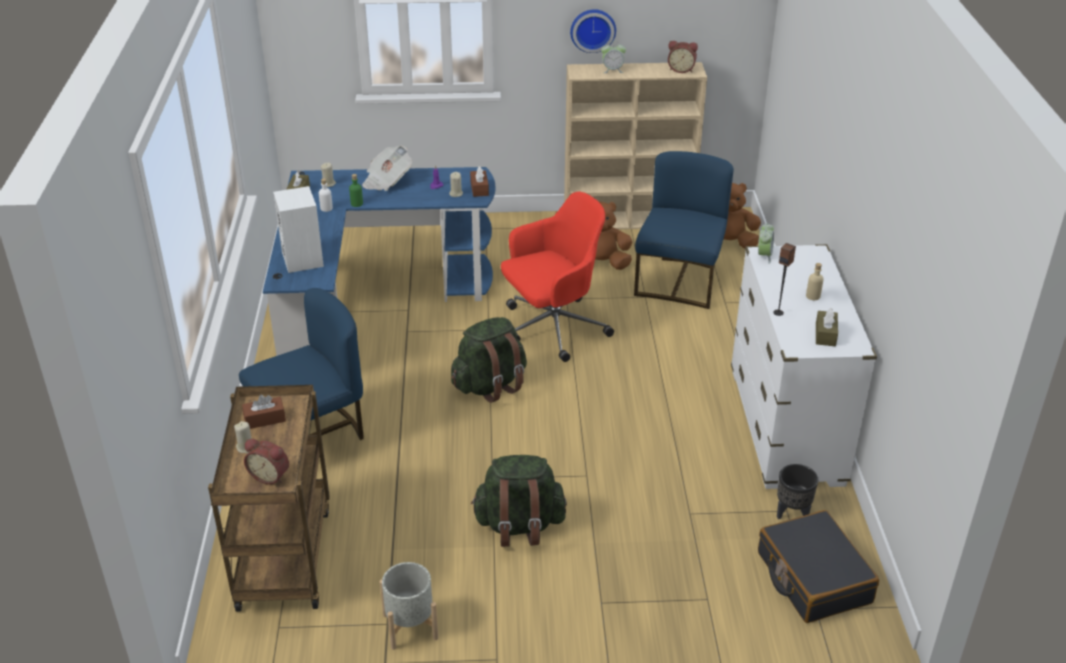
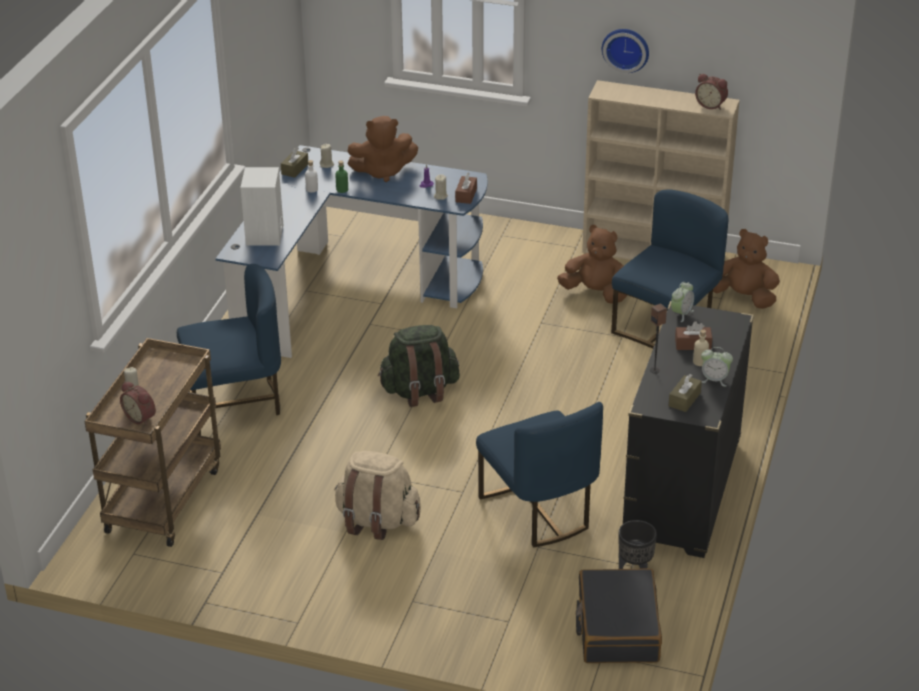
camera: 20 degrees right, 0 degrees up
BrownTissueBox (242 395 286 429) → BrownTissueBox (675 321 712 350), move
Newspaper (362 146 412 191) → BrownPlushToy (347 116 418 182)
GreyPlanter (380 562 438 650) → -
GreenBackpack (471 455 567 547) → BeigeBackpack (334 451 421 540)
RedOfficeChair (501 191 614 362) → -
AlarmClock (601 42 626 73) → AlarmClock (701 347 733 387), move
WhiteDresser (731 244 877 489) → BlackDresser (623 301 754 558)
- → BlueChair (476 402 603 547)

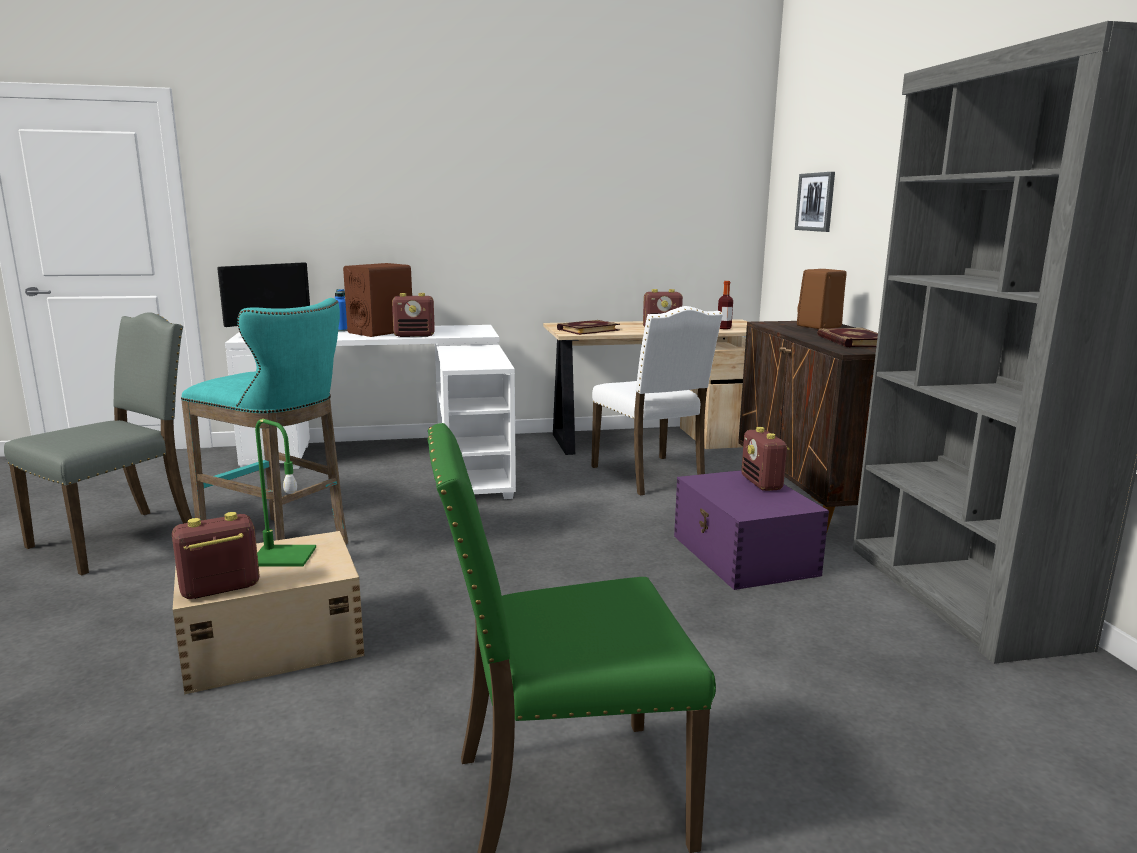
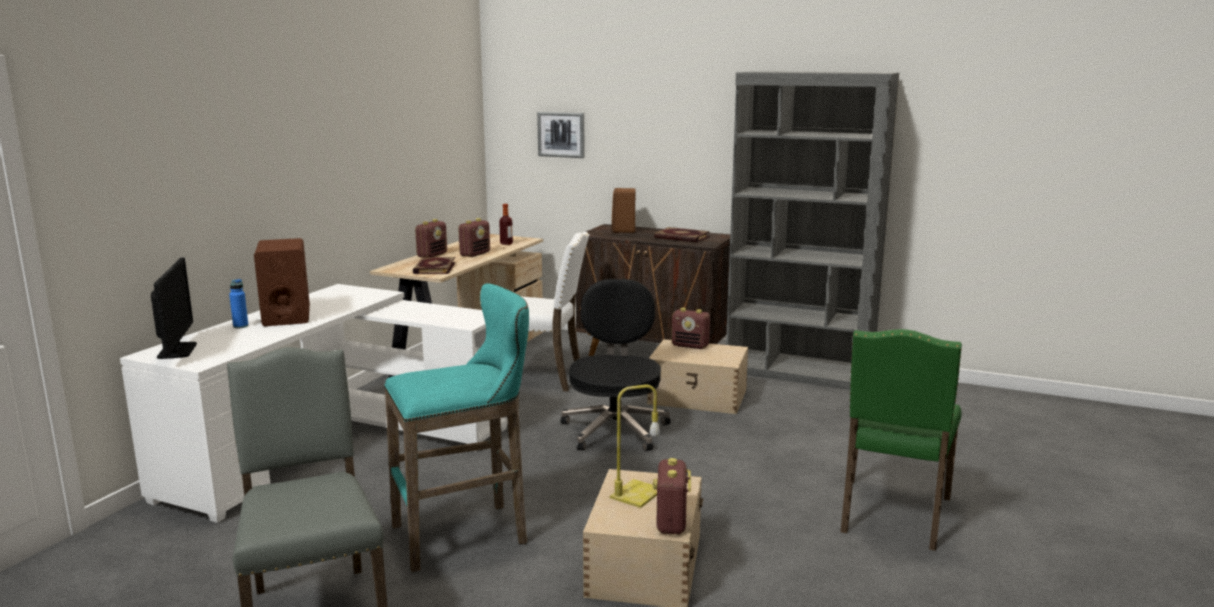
camera: 55 degrees left, 0 degrees up
GreenTableLamp (255 419 316 567) → YellowTableLamp (610 385 660 508)
Radio (392 293 435 337) → Radio (415 219 447 258), move
PurpleStorageBox (674 470 829 590) → BeigeStorageBox (647 339 748 414)
- → BlackOfficeChair (560 279 671 452)

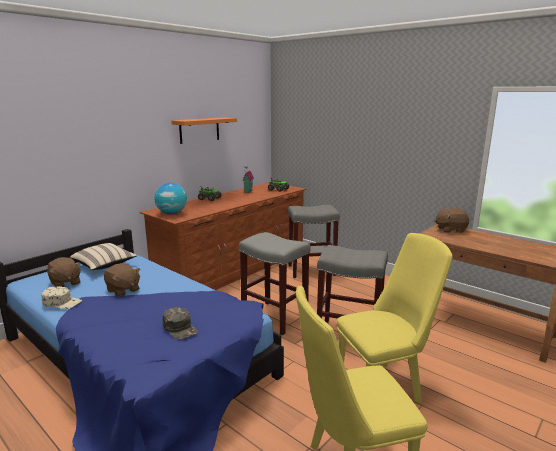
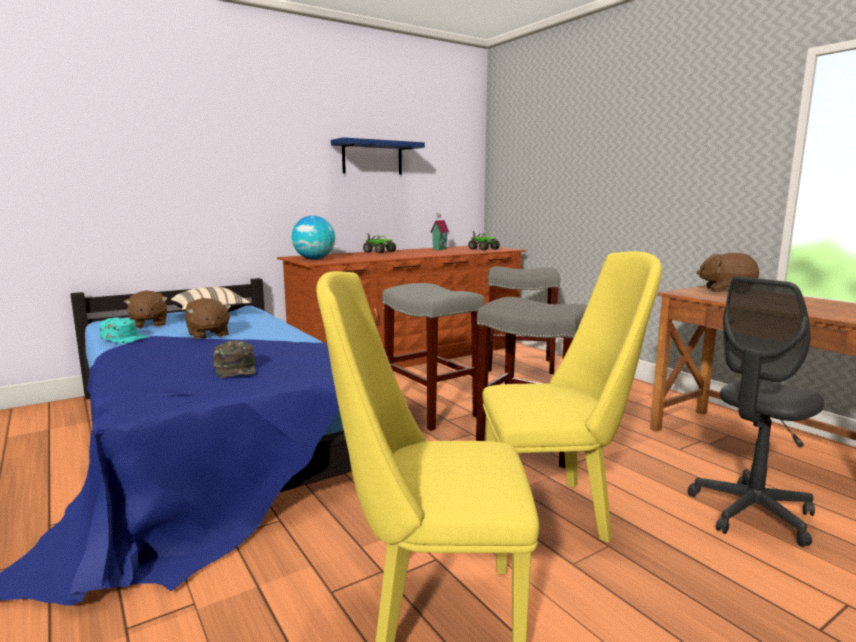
camera: 15 degrees right, 5 degrees down
BeigeCap (41 286 82 309) → TurquoiseCap (100 317 149 343)
OrangeShelf (171 117 237 144) → BlueShelf (331 137 425 175)
- → GreyOfficeChair (688 276 824 547)

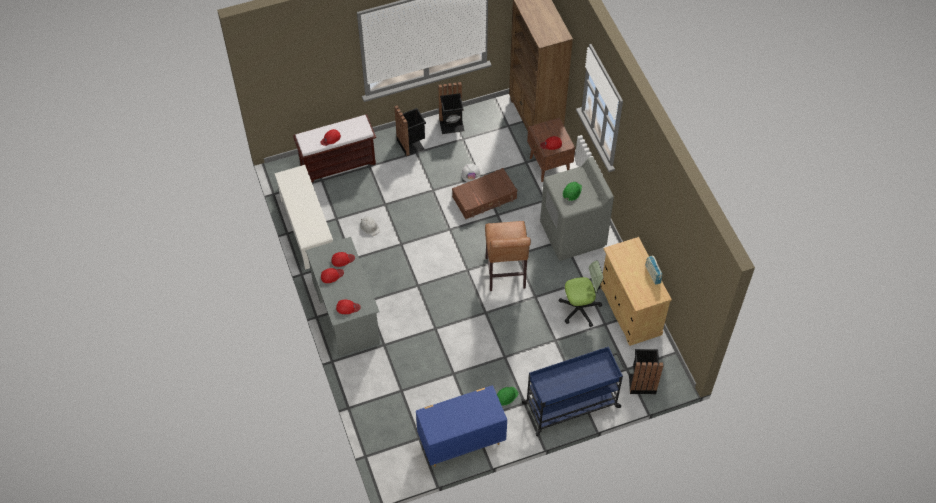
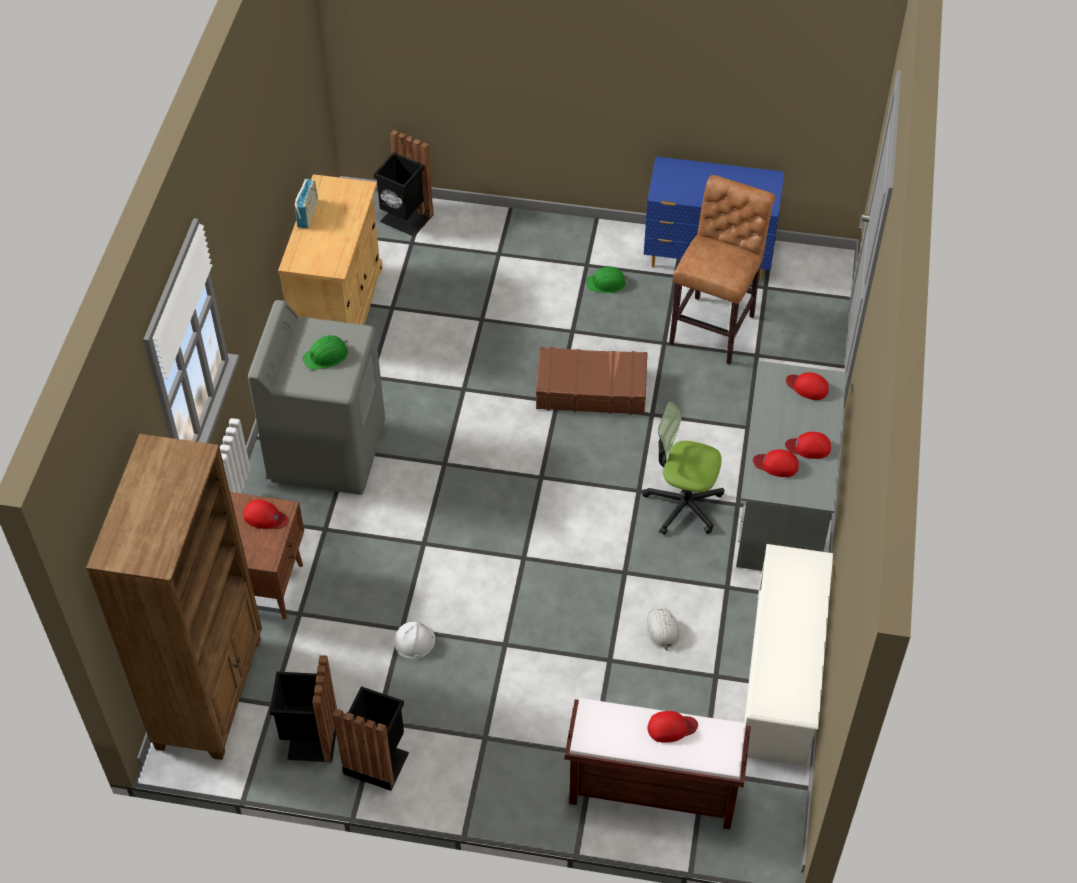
camera: 150 degrees left, 5 degrees down
BlackTrashCan (394 105 426 156) → BlackTrashCan (270 655 337 762), move
BrownSuitcase (452 168 517 219) → BrownSuitcase (536 347 648 415), move
BrownStool (485 221 531 291) → BrownStool (669 175 775 365), move
BlueCart (521 346 626 437) → -
OfficeChair (559 261 604 327) → OfficeChair (642 402 724 535), move

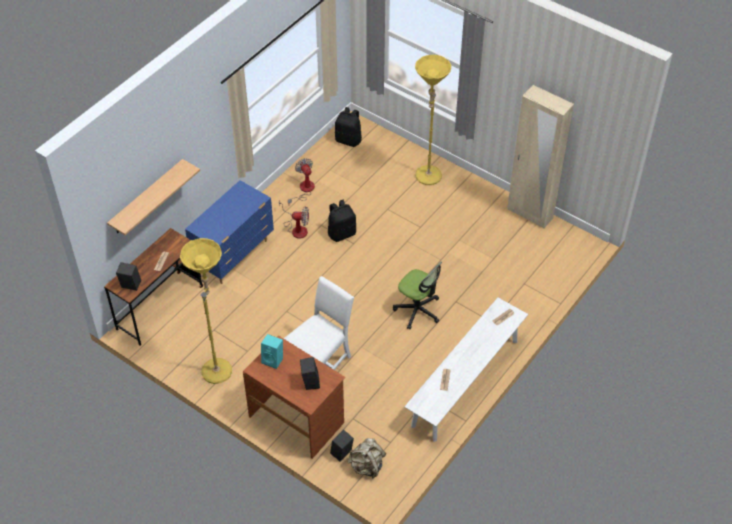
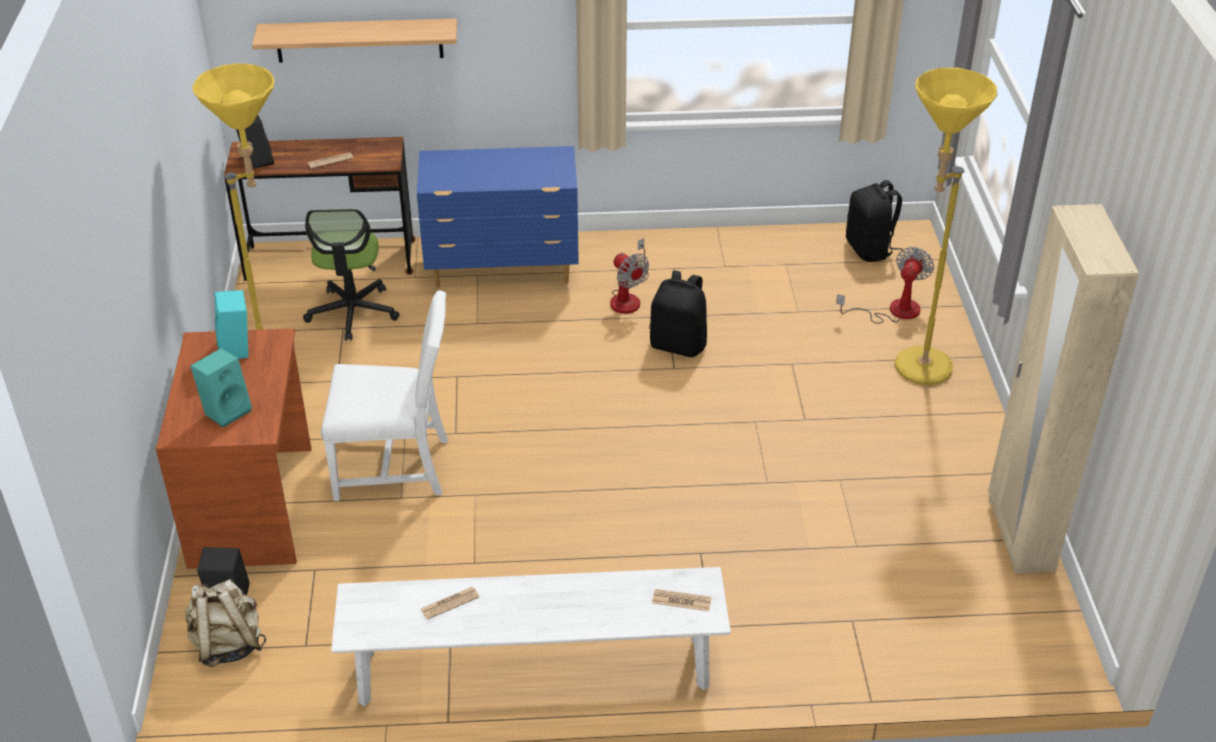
camera: 50 degrees right, 10 degrees down
Fan (288 158 315 204) → Fan (836 247 934 323), move
BlackSpeaker (300 357 320 390) → TurquoiseSpeaker (190 348 252 428)
OfficeChair (393 261 442 329) → OfficeChair (303 209 400 341), move

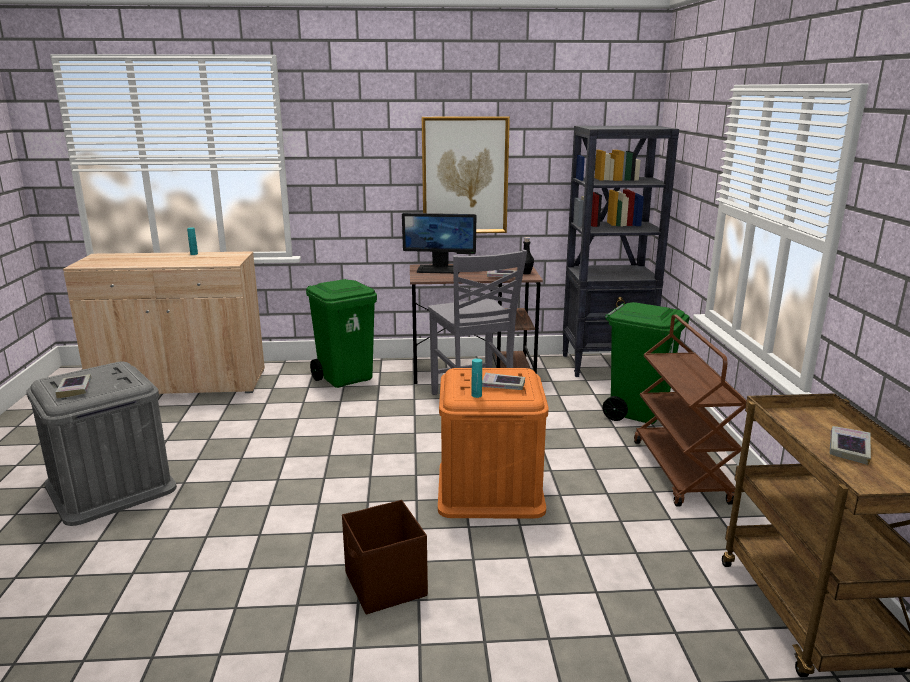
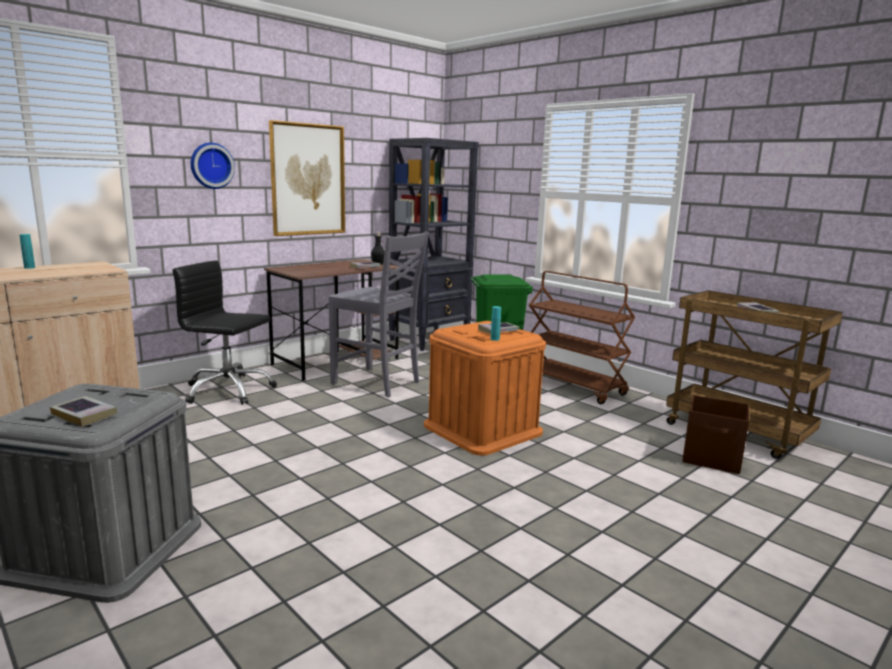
camera: 40 degrees left, 5 degrees down
GreenTrashCan (306 279 377 388) → BlackOfficeChair (172 260 277 405)
BrownStorageBox (342 500 428 614) → BrownStorageBox (682 395 749 474), move
Monitor (402 213 476 274) → -
- → WallClock (191 143 235 189)

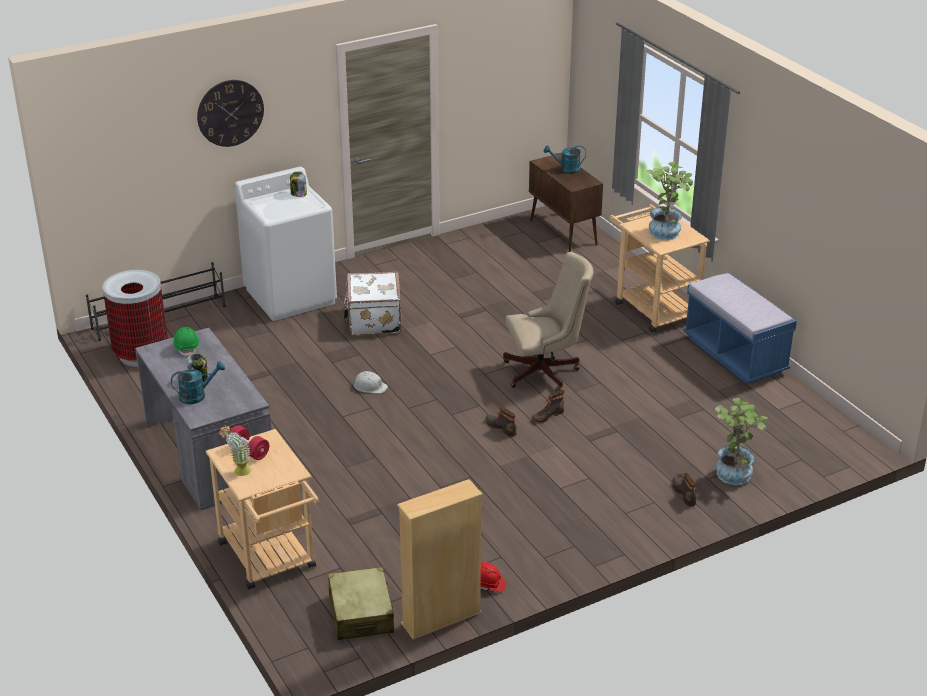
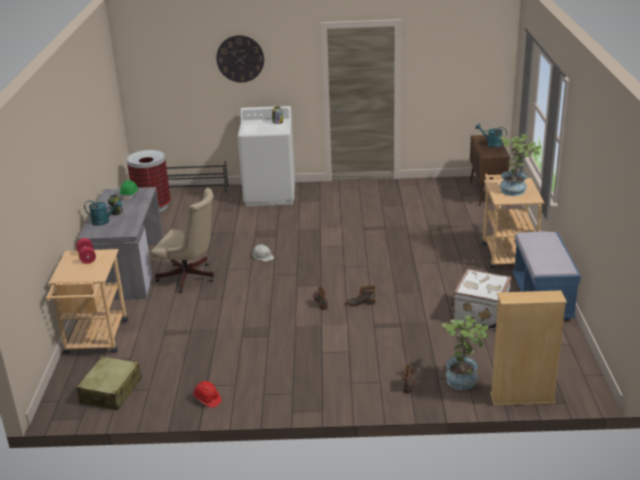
camera: 30 degrees right, 5 degrees down
PottedPlant (219 425 251 476) → -
WhiteSuitcase (344 272 402 336) → WhiteSuitcase (451 269 511 330), move
BeigeBookcase (397 479 483 640) → BeigeBookcase (490 290 567 406), move
BeigeOfficeChair (503 252 593 391) → BeigeOfficeChair (151 188 214 293), move

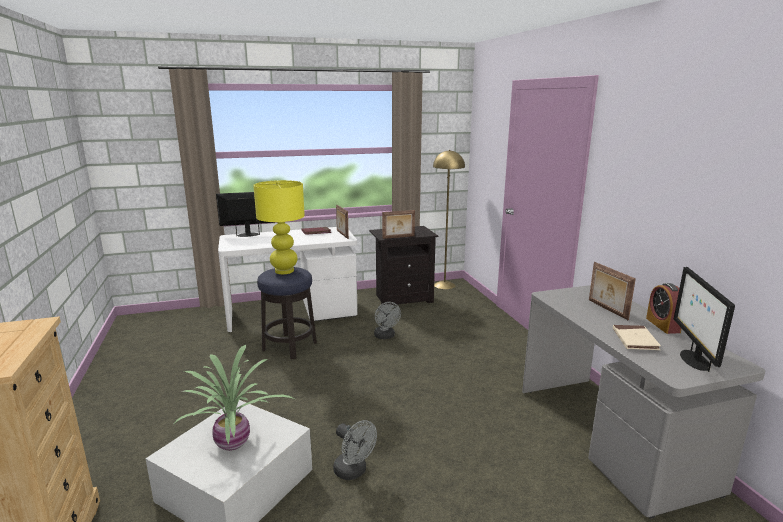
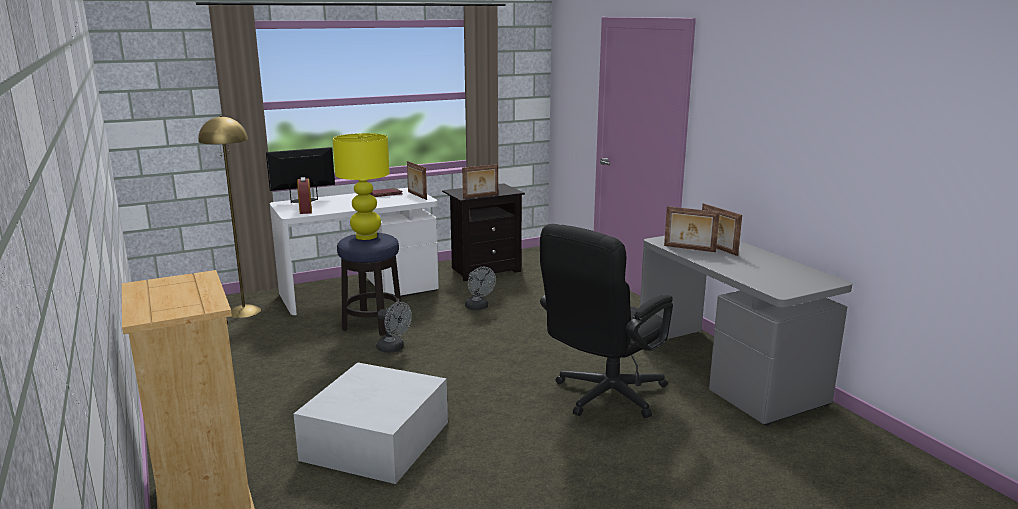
camera: 10 degrees left, 0 degrees up
PottedPlant (175 345 294 451) → -
GreyFan (333 420 377 480) → GreyFan (376 302 412 353), move
YellowFloorLamp (433 150 465 289) → YellowFloorLamp (198 115 261 318), move
BeigeBook (613 325 661 350) → -
AlarmClock (646 283 682 334) → AlarmClock (297 177 312 214), move
Monitor (674 267 735 372) → -
- → BlackOfficeChair (540 224 673 418)
- → PictureFrame (664 206 720 252)

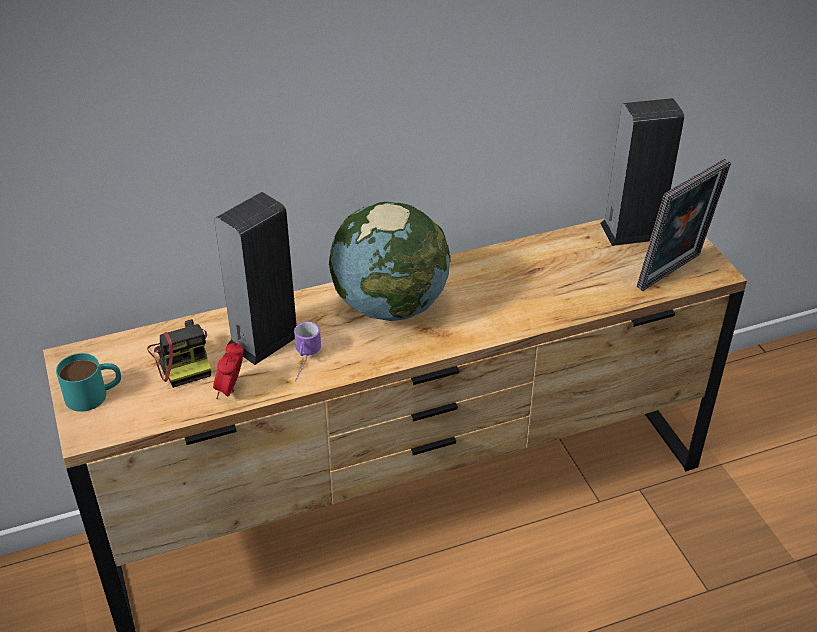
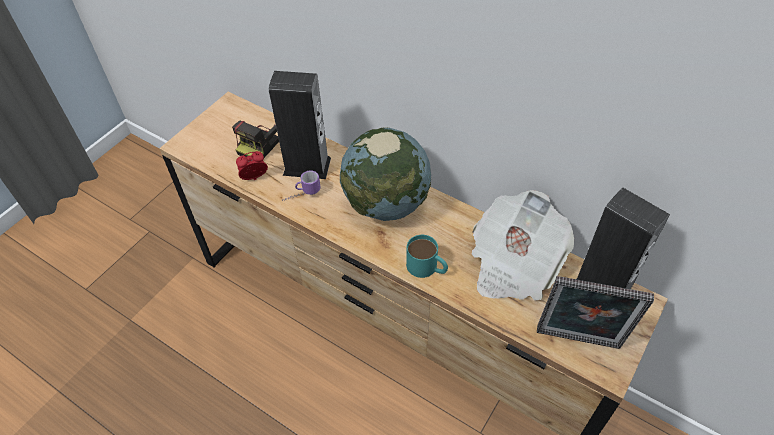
camera: 55 degrees right, 10 degrees up
TurquoiseMug (56 353 121 412) → TurquoiseMug (406 235 448 278), move
- → Newspaper (471 190 574 301)

